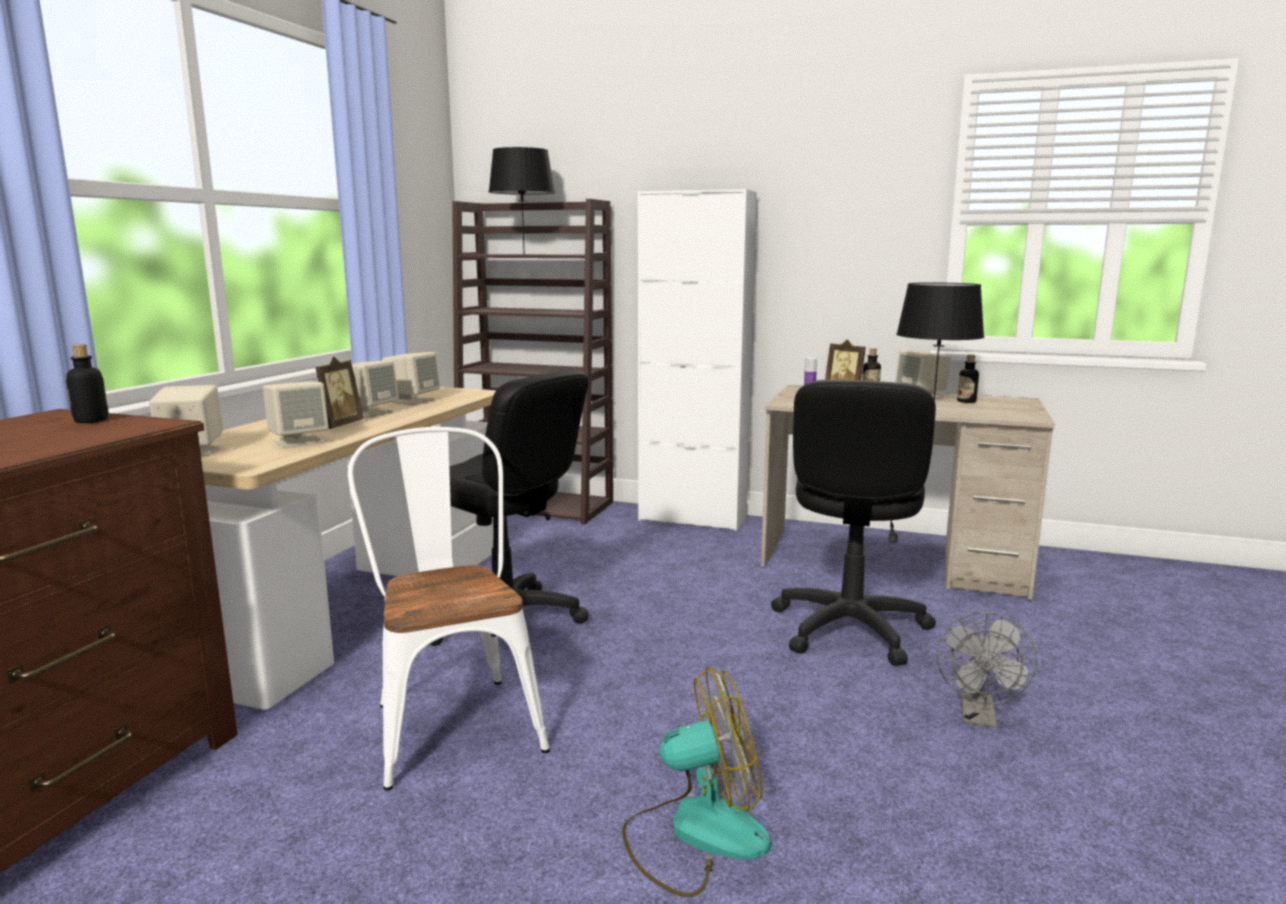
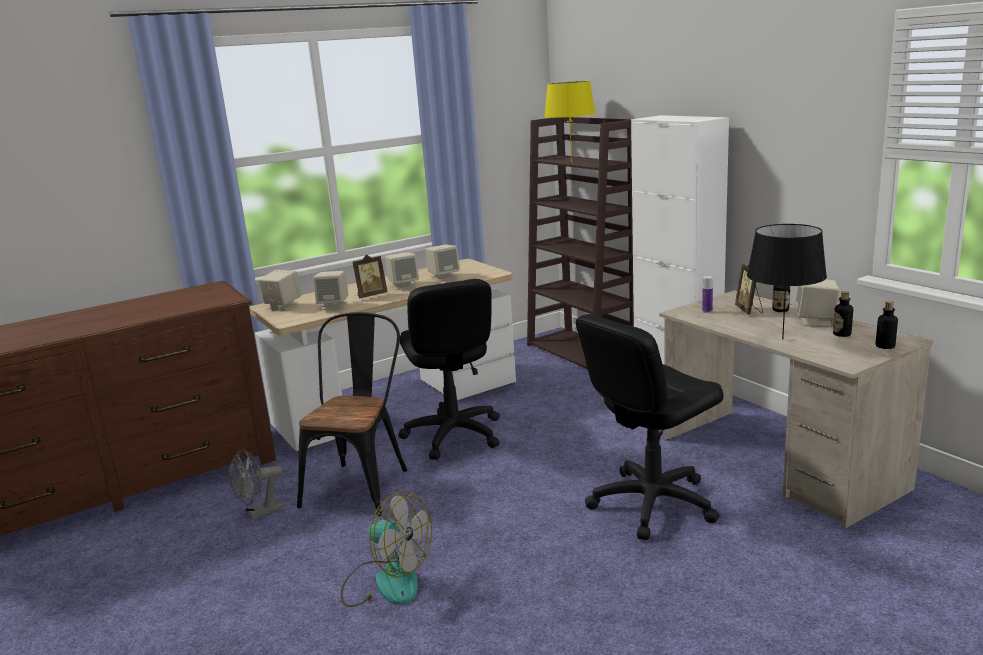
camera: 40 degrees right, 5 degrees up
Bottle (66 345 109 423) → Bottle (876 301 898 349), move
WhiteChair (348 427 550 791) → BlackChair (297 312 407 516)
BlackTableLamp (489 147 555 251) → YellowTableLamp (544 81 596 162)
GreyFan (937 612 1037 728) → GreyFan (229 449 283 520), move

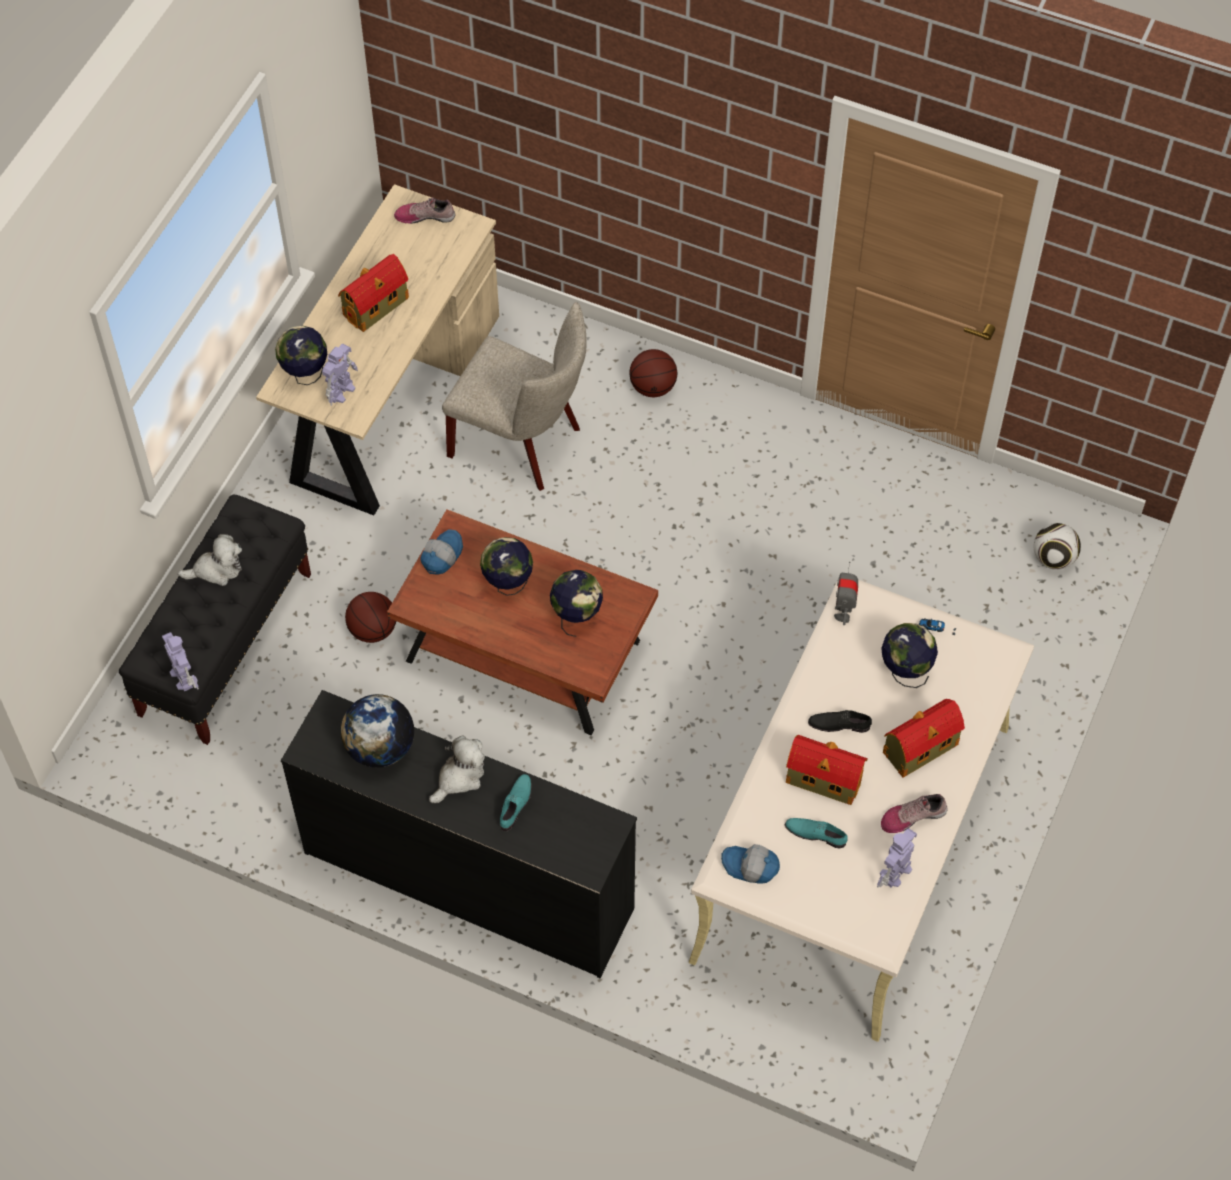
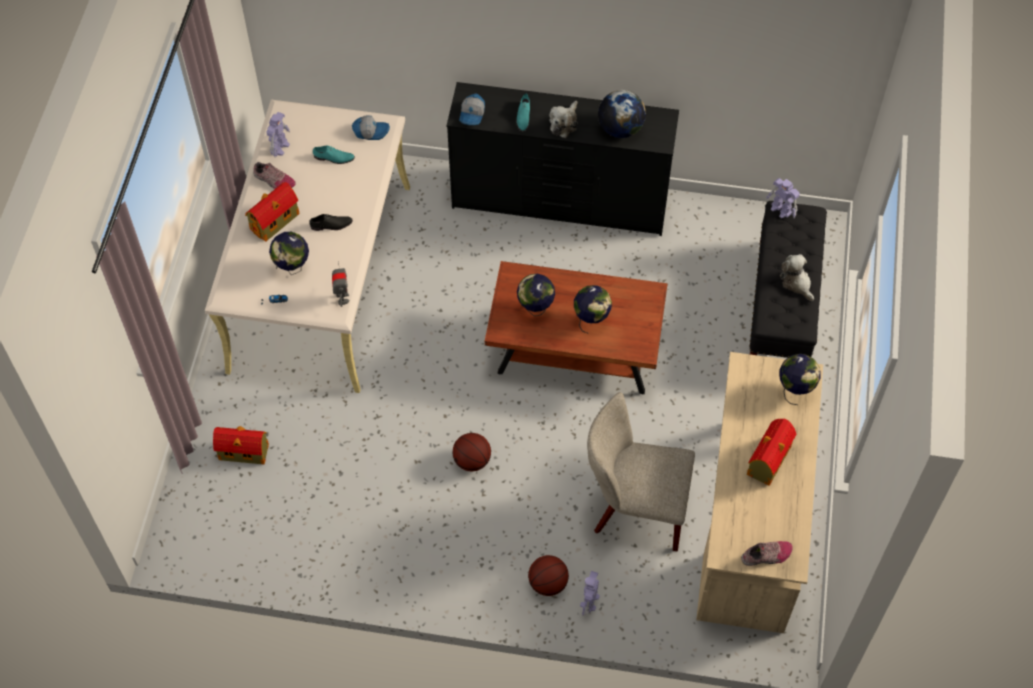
camera: 165 degrees right, 0 degrees up
PlushToy (178 534 242 586) → PlushToy (780 254 814 301), 90 degrees clockwise
ToyRobot (322 344 358 406) → ToyRobot (580 571 600 616), move
Basketball (345 592 396 643) → Basketball (453 433 491 471), move
Cap (421 530 463 575) → Cap (459 93 485 125), move
ToyHouse (786 735 867 805) → ToyHouse (213 426 269 465), move
Shoe (881 794 947 833) → Shoe (253 162 296 189), 60 degrees clockwise
Football (1034 523 1081 570) → -

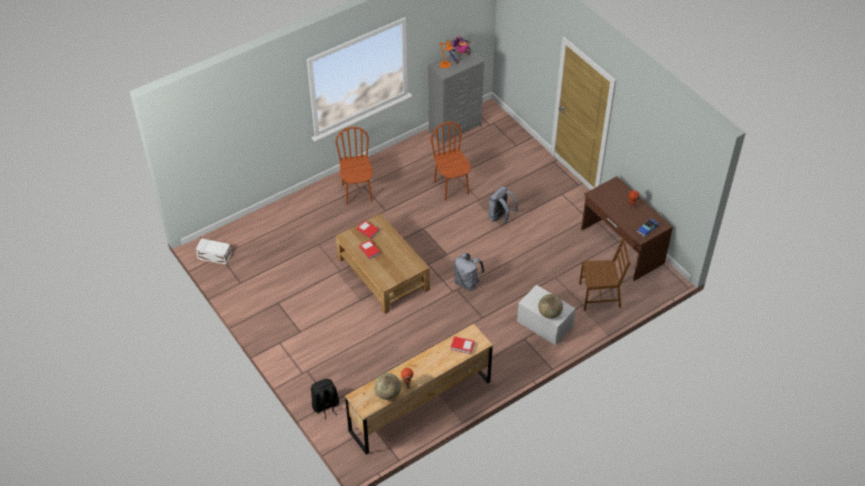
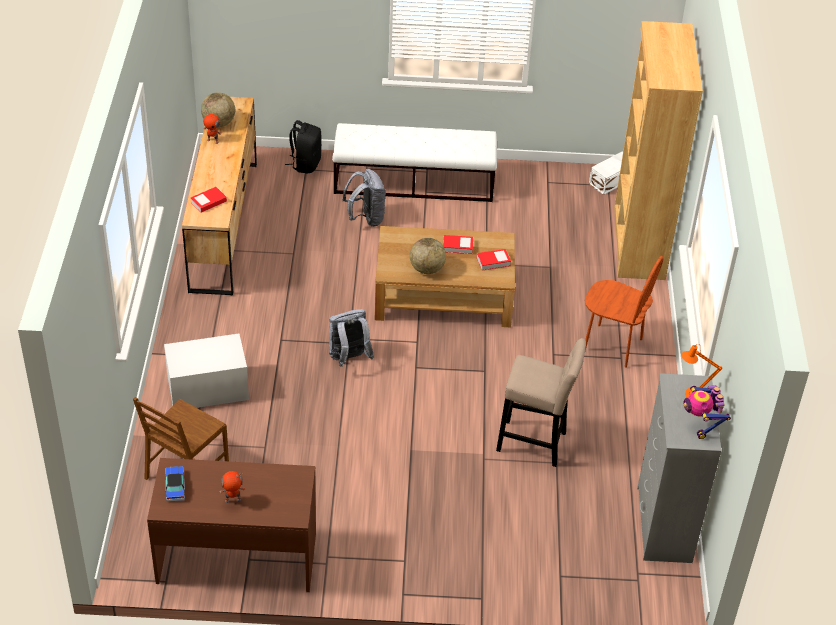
camera: 125 degrees right, 5 degrees down
BrownChair (431 122 471 201) → BeigeStool (496 338 586 467)
GreyBackpack (488 186 518 223) → GreyBackpack (342 169 386 227), move
Globe (538 294 563 319) → Globe (410 238 446 274), move
- → WhiteBench (332 123 497 202)
- → BrownBookcase (614 21 703 280)

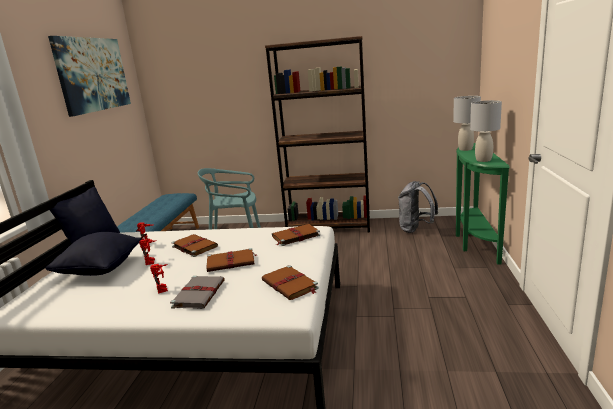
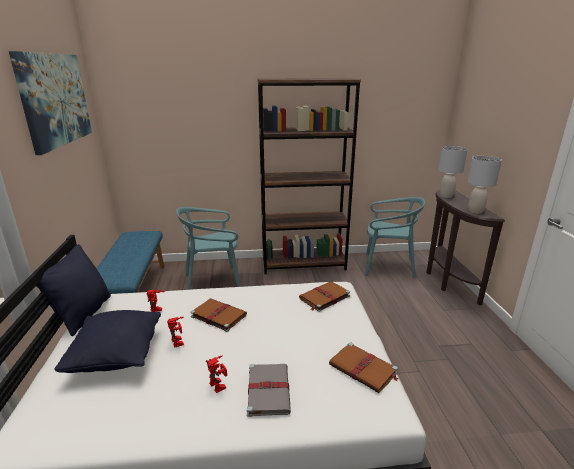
camera: 15 degrees left, 5 degrees up
BrownBook (206 248 257 272) → -
GreyBackpack (398 181 438 233) → TurquoiseChair (365 197 425 278)
GreenConsoleTable (456 143 510 265) → BrownConsoleTable (427 190 505 305)

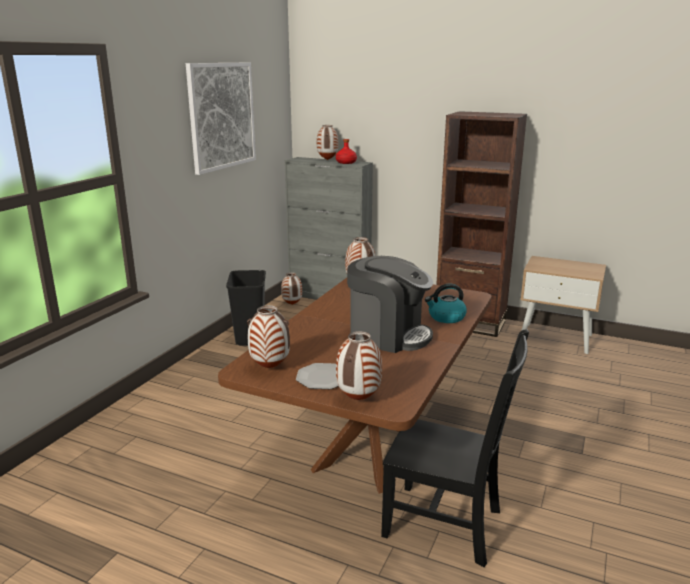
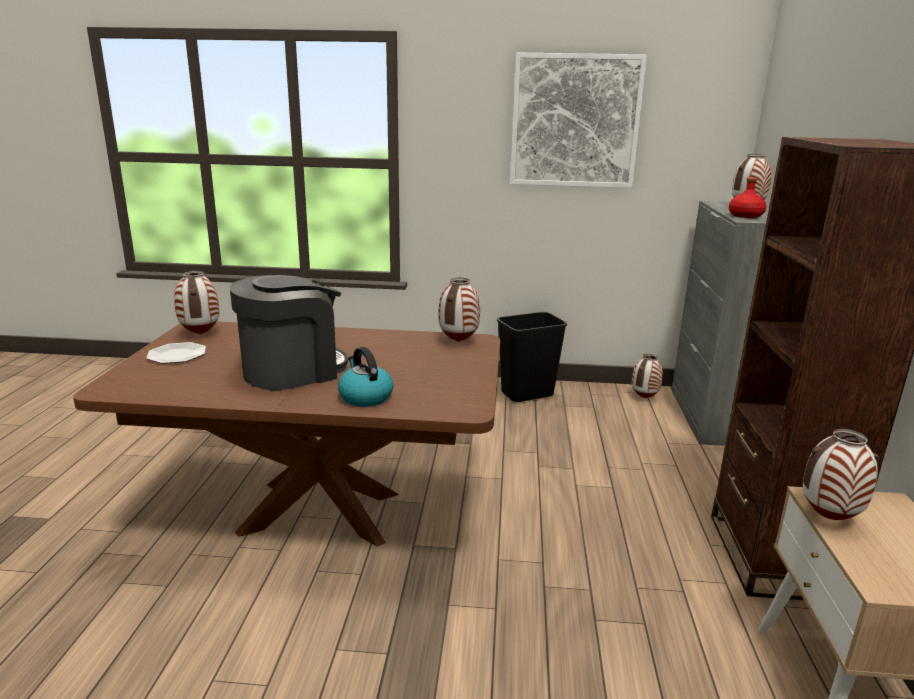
camera: 70 degrees right, 0 degrees up
Vase (336 331 382 400) → Vase (803 429 880 520), move
CoffeeMachine (347 256 433 353) → CoffeeMachine (230 275 348 390), 135 degrees counterclockwise
BlackChair (381 329 529 567) → -

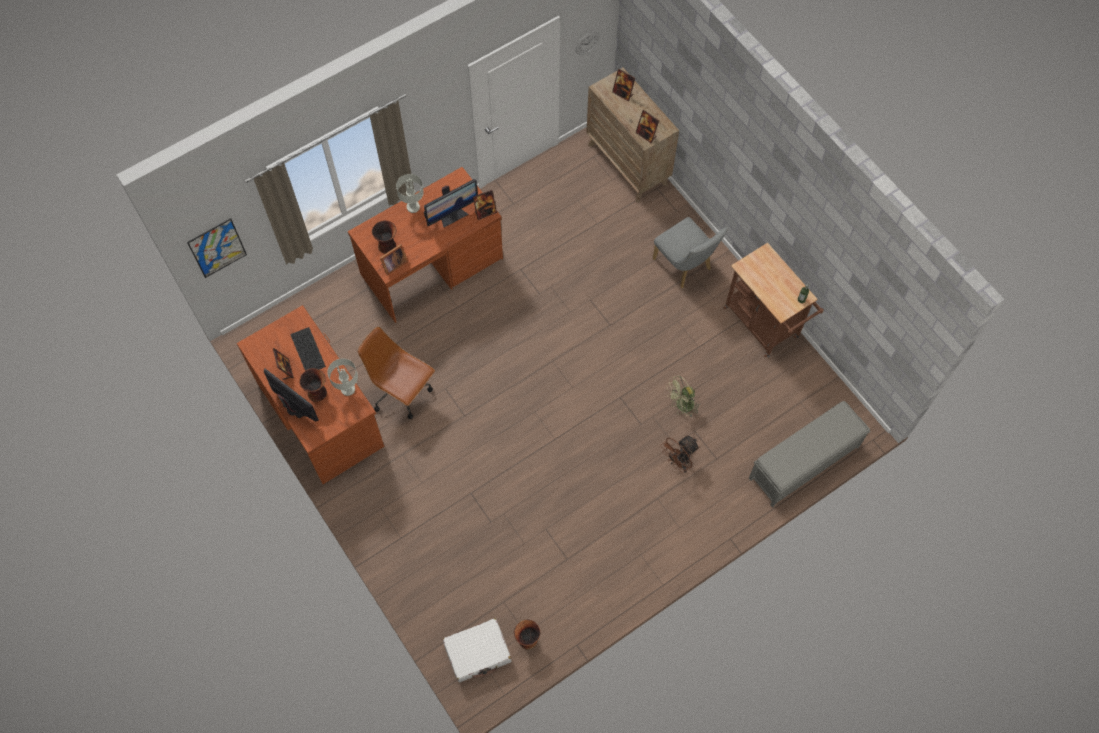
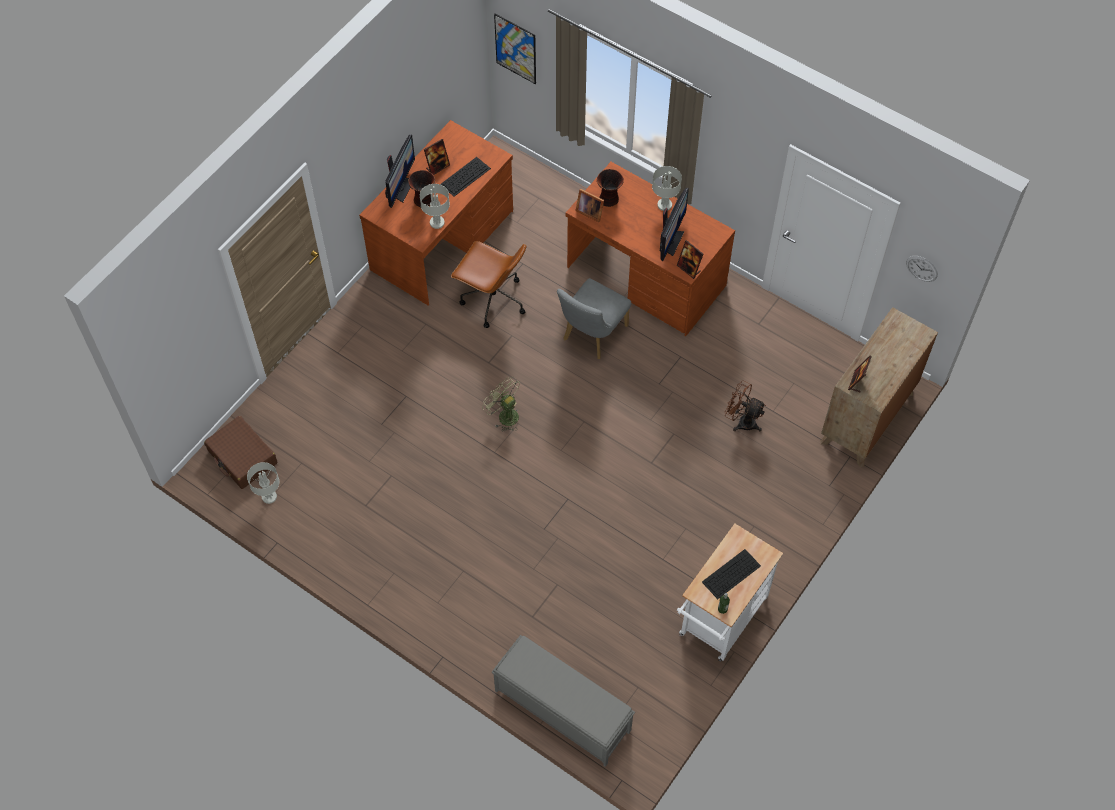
camera: 70 degrees right, 5 degrees down
BrownOfficeChair (358 327 435 419) → BrownOfficeChair (450 241 526 328), 105 degrees clockwise
Monitor (424 179 478 227) → Monitor (660 188 689 261), 105 degrees counterclockwise
WhiteSuitcase (443 618 511 682) → BrownSuitcase (204 416 278 489)
Vase (514 620 540 650) → GreyTableLamp (247 462 279 504)
PictureFrame (612 69 635 102) → -
GreyChair (652 217 727 288) → GreyChair (557 278 631 359), move
BrownFan (660 435 699 473) → BrownFan (725 381 766 431), move
GreenFan (666 376 701 417) → GreenFan (482 377 520 431), move
BrownCart (724 243 824 358) → WhiteCart (677 524 783 662)
- → Keyboard (702 549 761 599)

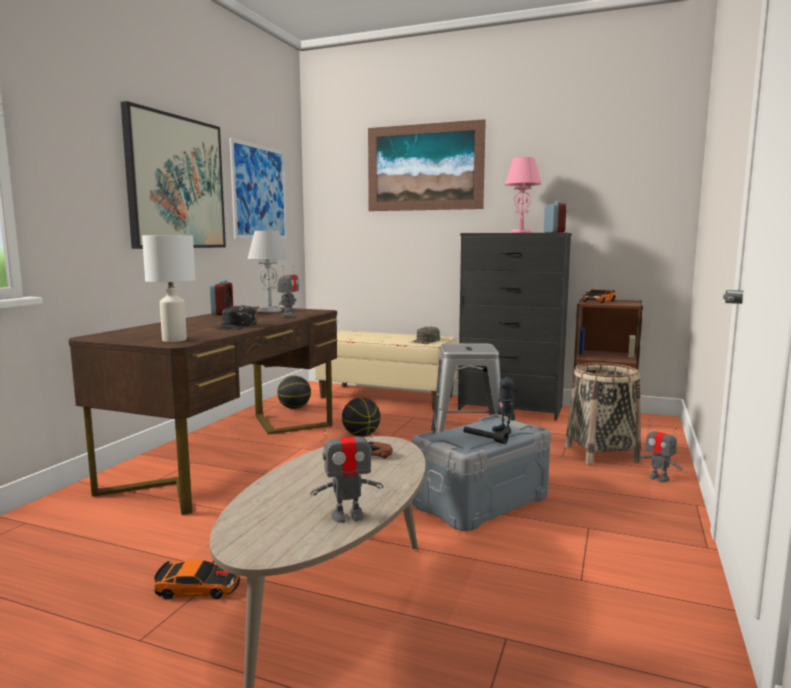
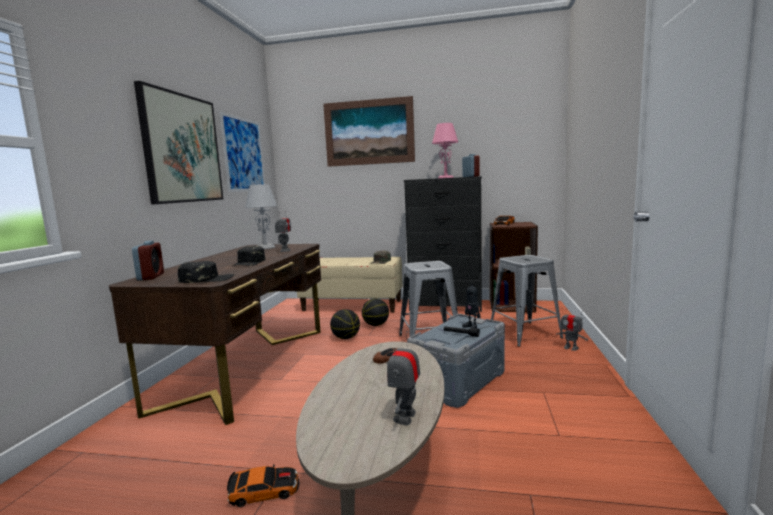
camera: 10 degrees left, 0 degrees up
WhiteTableLamp (142 235 195 342) → BlackCap (178 261 235 283)
AlarmClock (210 280 233 315) → AlarmClock (132 241 164 280), move
Basketball (277 376 311 409) → Basketball (362 298 389 326), move
ToyRobot (310 421 383 523) → ToyRobot (387 331 420 426), 135 degrees clockwise
Basket (565 363 641 465) → GreyStool (491 255 563 347)

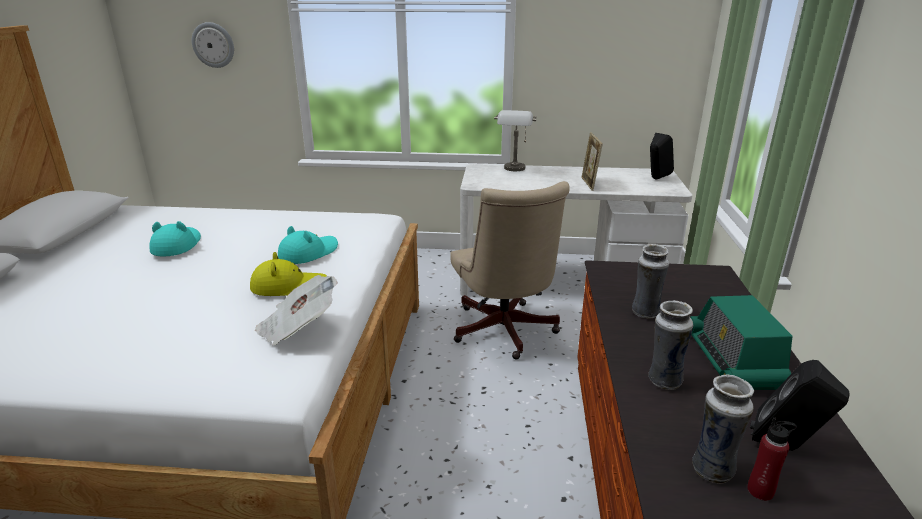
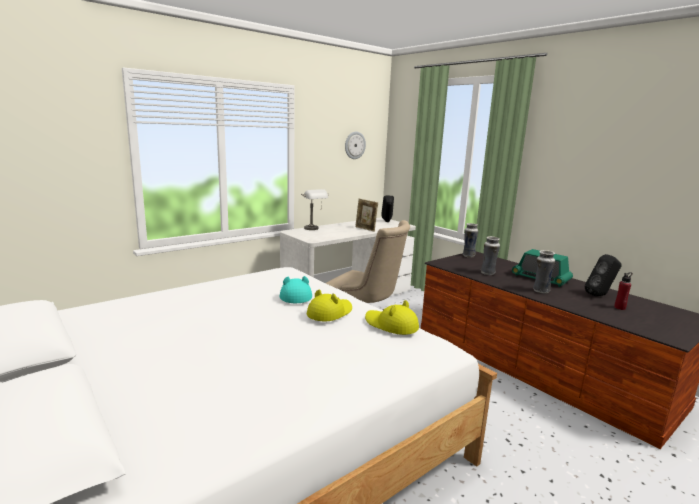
camera: 45 degrees left, 10 degrees down
TurquoiseHat (149 221 201 256) → -
WallClock (192 22 234 68) → WallClock (345 131 366 159), move
Newspaper (255 275 338 346) → YellowHat (365 300 419 335)
Vase (692 374 754 484) → Vase (463 223 478 258), move

